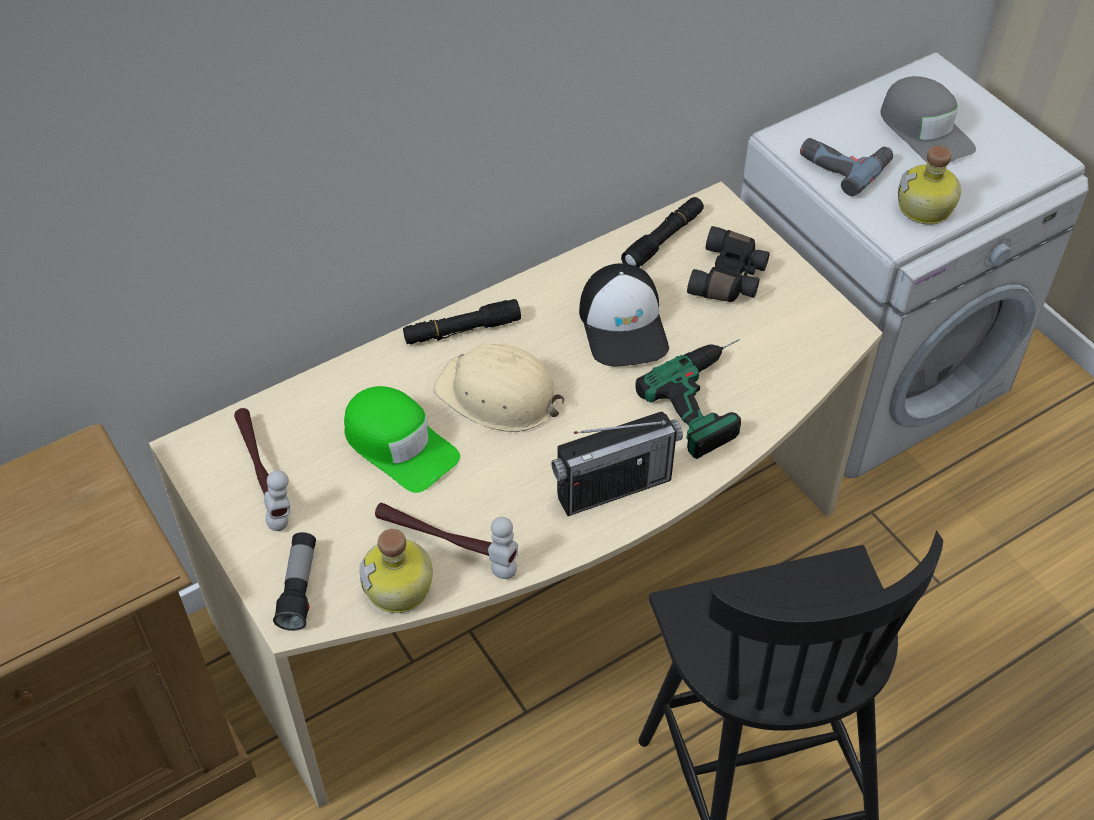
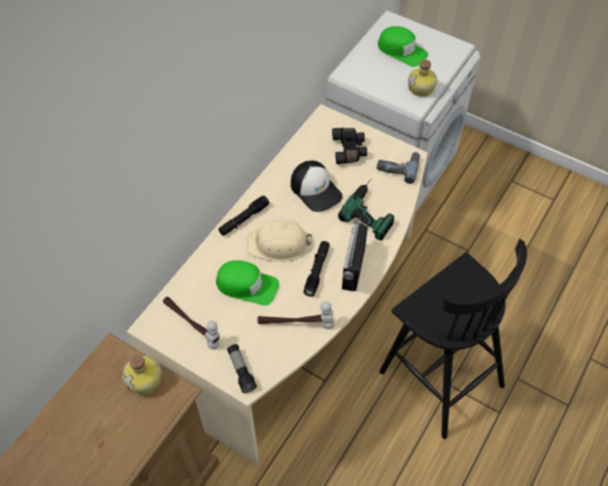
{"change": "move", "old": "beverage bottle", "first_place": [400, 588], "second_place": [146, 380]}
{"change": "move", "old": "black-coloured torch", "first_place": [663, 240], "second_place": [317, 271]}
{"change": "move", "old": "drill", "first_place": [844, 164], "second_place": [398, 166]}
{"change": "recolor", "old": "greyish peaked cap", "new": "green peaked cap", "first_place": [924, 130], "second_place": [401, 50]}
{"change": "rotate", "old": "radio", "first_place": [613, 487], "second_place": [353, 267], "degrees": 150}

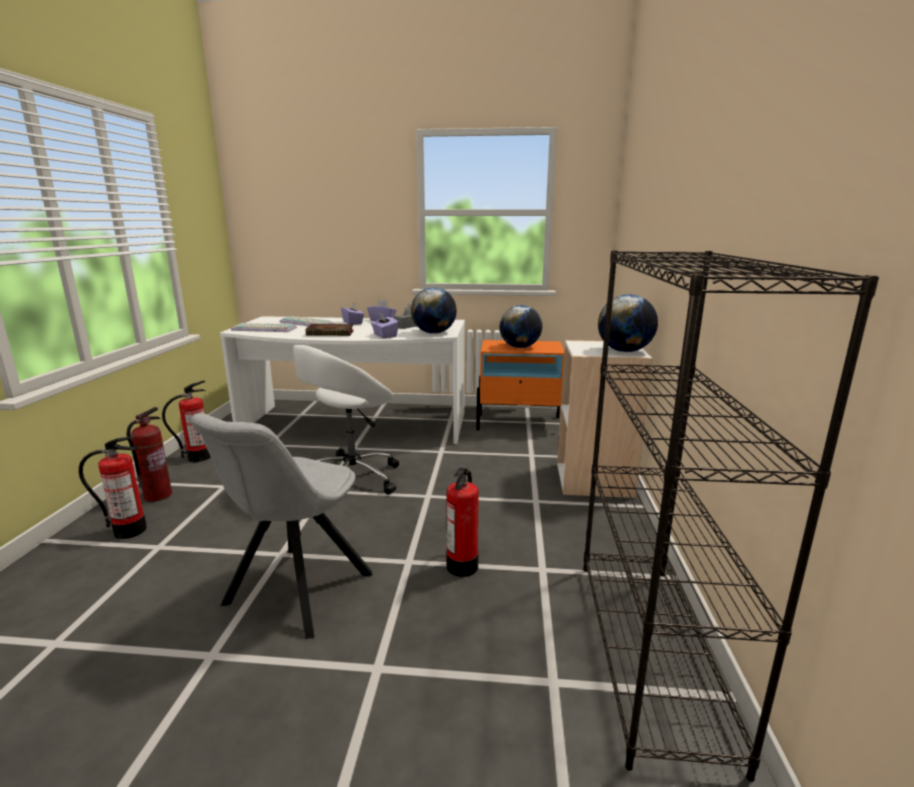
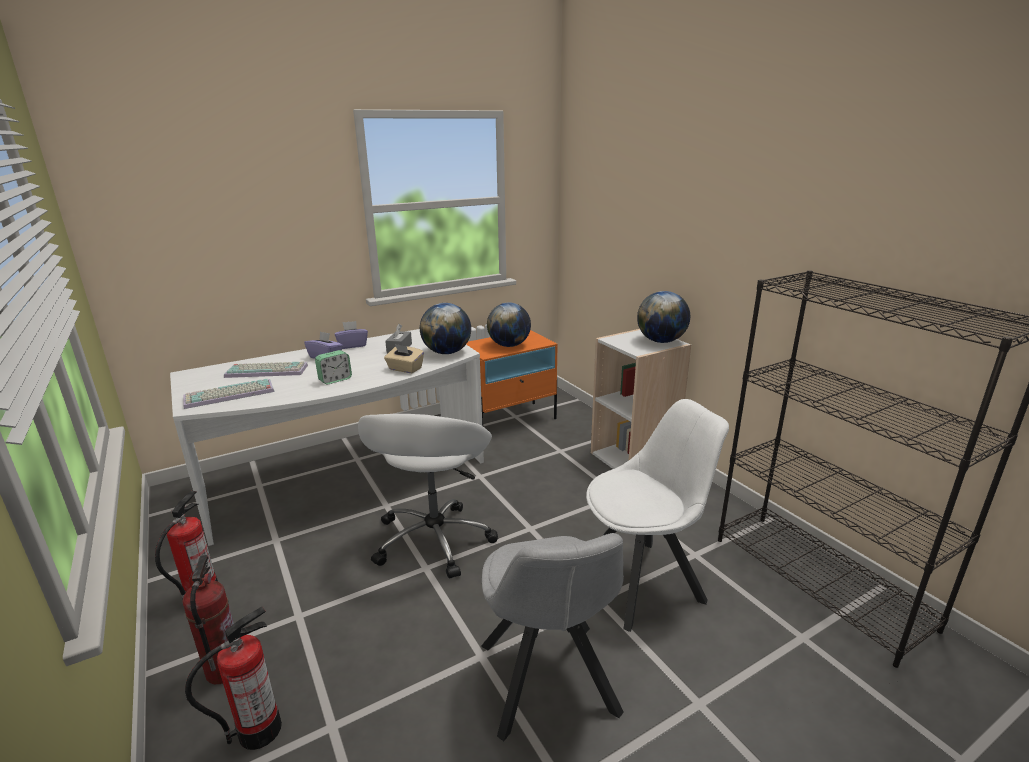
{"change": "replace", "old": "bound book", "new": "table clock", "first_place": [332, 333], "second_place": [335, 380]}
{"change": "replace", "old": "fire-fighting cylinder", "new": "white-coloured chair", "first_place": [462, 566], "second_place": [642, 581]}
{"change": "recolor", "old": "purple-coloured box of tissues", "new": "beige box of tissues", "first_place": [385, 336], "second_place": [405, 369]}

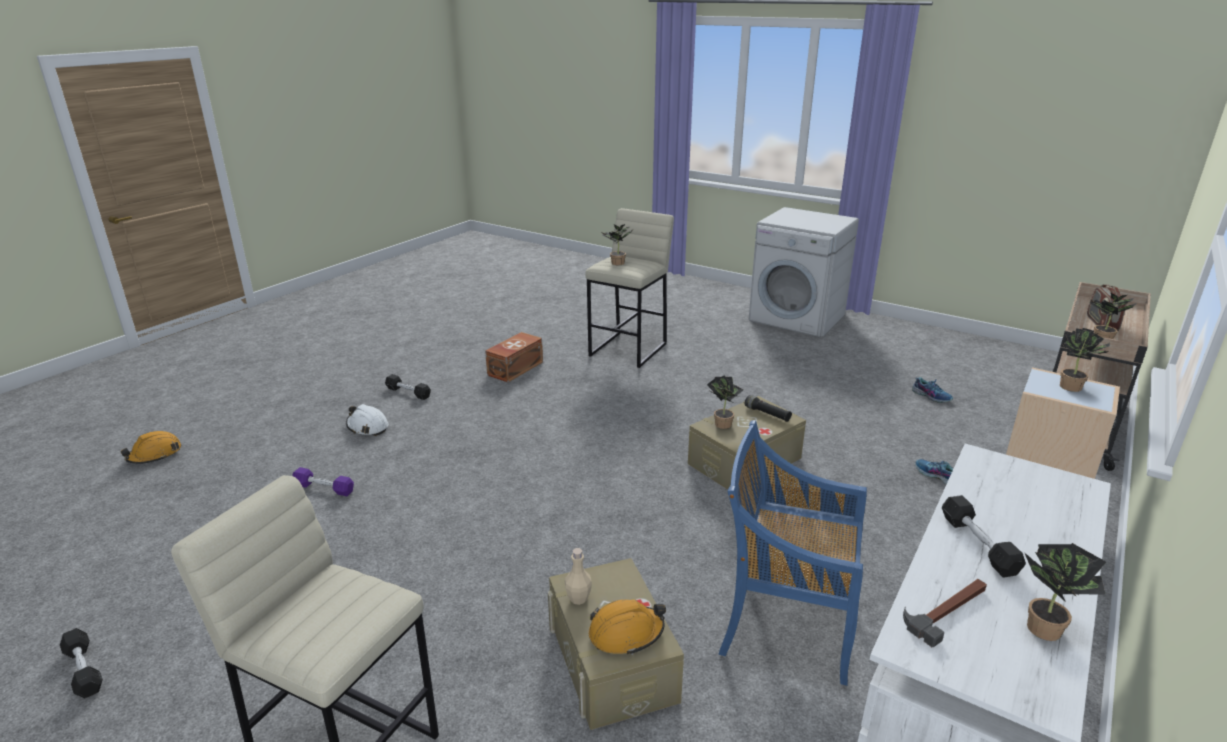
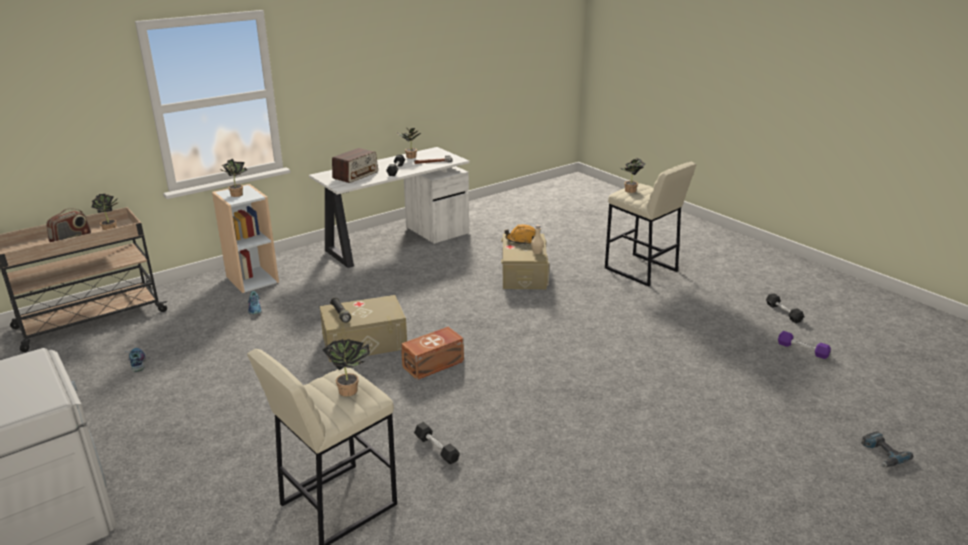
{"change": "delete", "old": "white-coloured work helmet", "first_place": [367, 427]}
{"change": "delete", "old": "blue-coloured chair", "first_place": [785, 623]}
{"change": "insert", "new": "radio", "second_place": [356, 175]}
{"change": "move", "old": "purple-coloured dumbbell", "first_place": [324, 488], "second_place": [802, 350]}
{"change": "move", "old": "black-coloured dumbbell", "first_place": [408, 392], "second_place": [436, 448]}
{"change": "move", "old": "brown storage bin", "first_place": [514, 368], "second_place": [434, 364]}
{"change": "move", "old": "potted plant", "first_place": [722, 423], "second_place": [630, 191]}
{"change": "replace", "old": "orange-coloured work helmet", "new": "drill", "first_place": [155, 455], "second_place": [881, 454]}

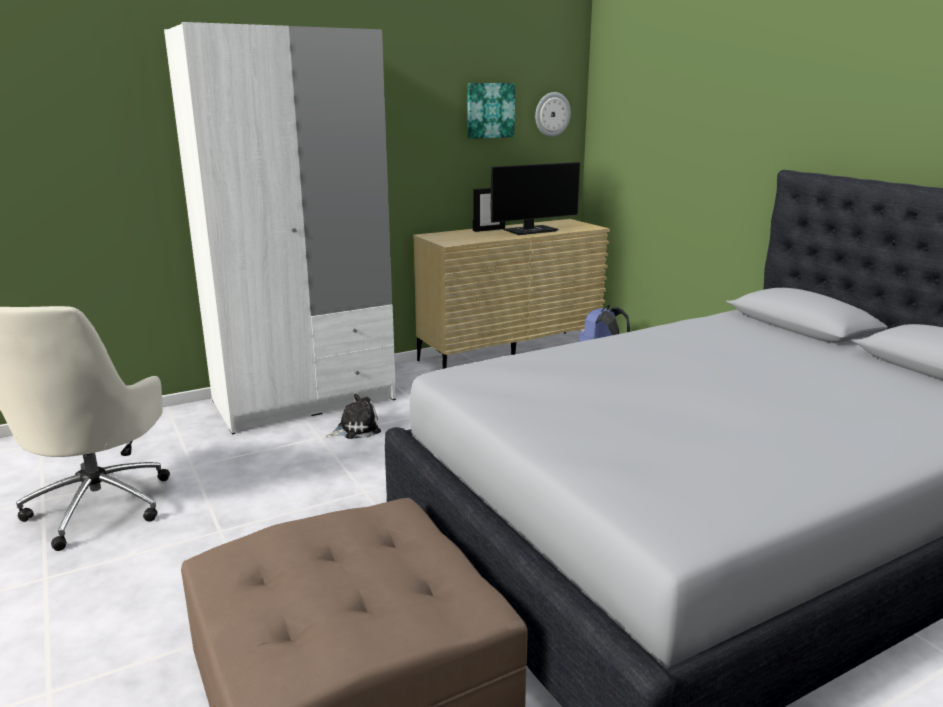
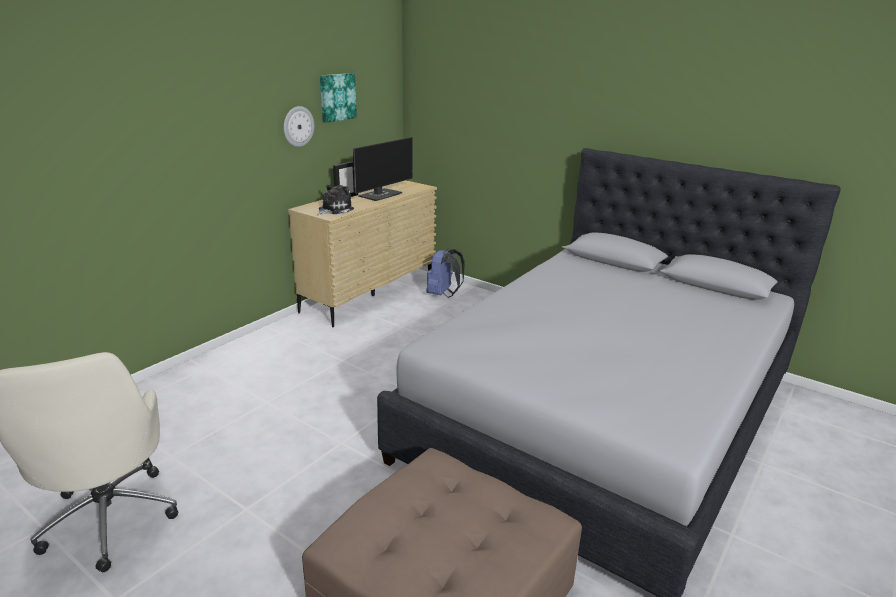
{"change": "delete", "old": "white-coloured clothes cupboard", "first_place": [304, 400]}
{"change": "move", "old": "plush toy", "first_place": [356, 429], "second_place": [334, 210]}
{"change": "move", "old": "clock on the wall", "first_place": [552, 114], "second_place": [298, 126]}

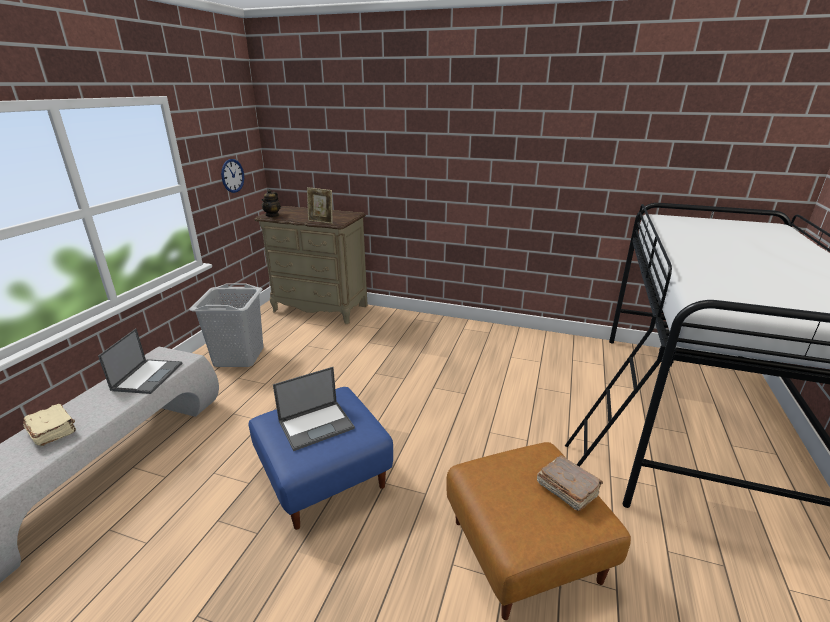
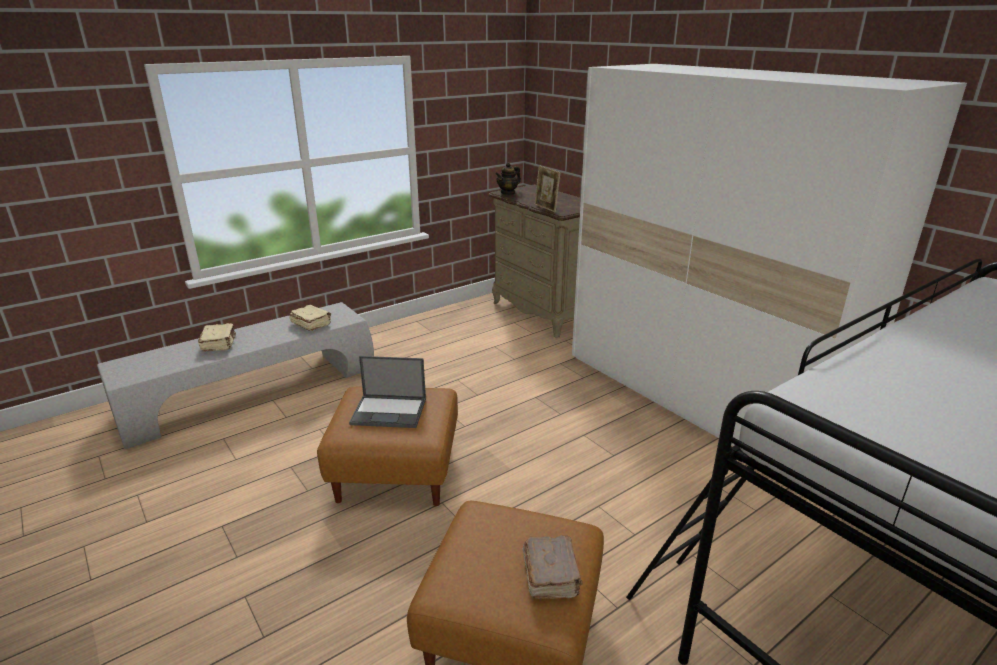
{"change": "delete", "old": "greyish washing basket", "first_place": [239, 356]}
{"change": "delete", "old": "clock on the wall", "first_place": [232, 175]}
{"change": "insert", "new": "white-coloured clothes cupboard", "second_place": [697, 397]}
{"change": "replace", "old": "laptop", "new": "beige bound book", "first_place": [148, 376], "second_place": [311, 324]}
{"change": "recolor", "old": "blue-coloured pouffe", "new": "brown pouffe", "first_place": [324, 476], "second_place": [397, 471]}

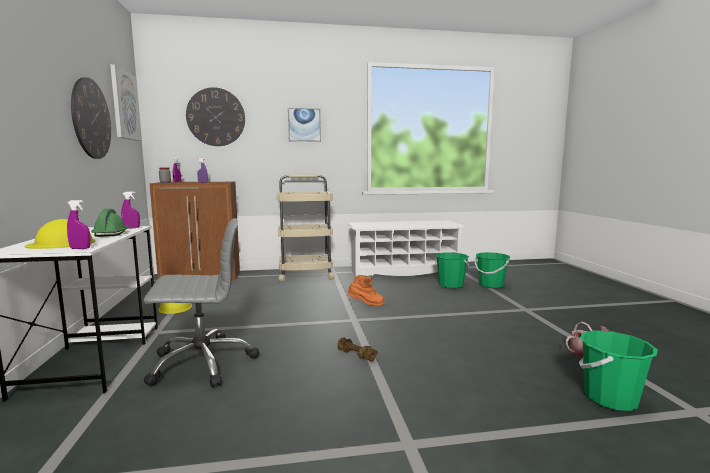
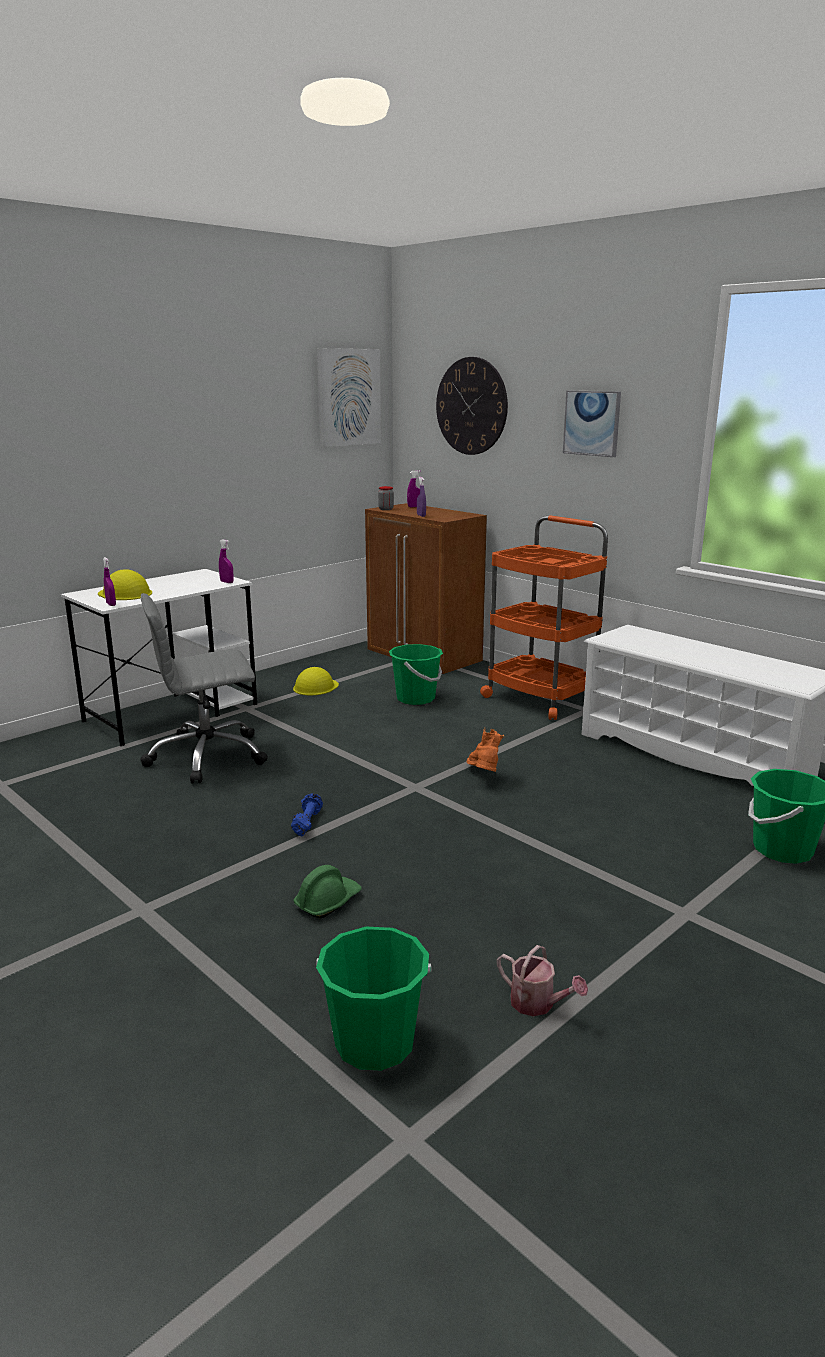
{"change": "delete", "old": "clock on the wall", "first_place": [91, 119]}
{"change": "move", "old": "green work helmet", "first_place": [112, 233], "second_place": [328, 902]}
{"change": "move", "old": "green pail", "first_place": [451, 285], "second_place": [415, 698]}
{"change": "recolor", "old": "beige cart", "new": "orange-coloured cart", "first_place": [305, 275], "second_place": [540, 698]}
{"change": "recolor", "old": "brown dumbbell", "new": "blue-coloured dumbbell", "first_place": [355, 356], "second_place": [306, 823]}
{"change": "rotate", "old": "greyish office chair", "first_place": [203, 363], "second_place": [206, 756], "degrees": 120}
{"change": "rotate", "old": "orange-coloured boot", "first_place": [366, 305], "second_place": [483, 776], "degrees": -150}

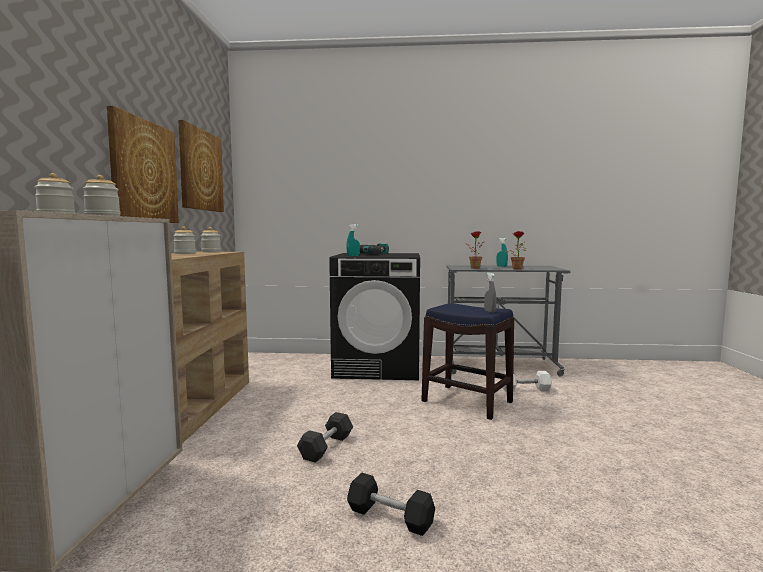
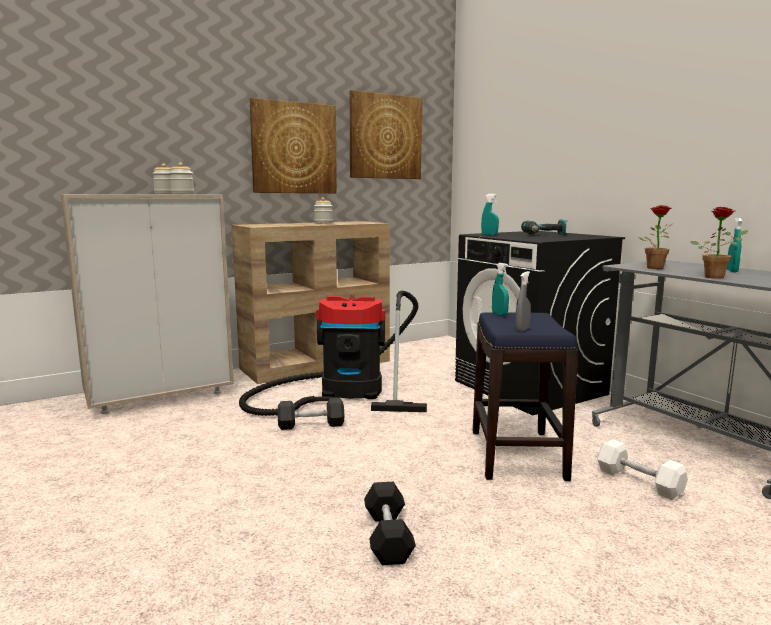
{"change": "delete", "old": "jar", "first_place": [211, 252]}
{"change": "insert", "new": "vacuum", "second_place": [344, 392]}
{"change": "insert", "new": "turquoise hand sprayer", "second_place": [499, 314]}
{"change": "move", "old": "black-coloured dumbbell", "first_place": [390, 517], "second_place": [388, 536]}

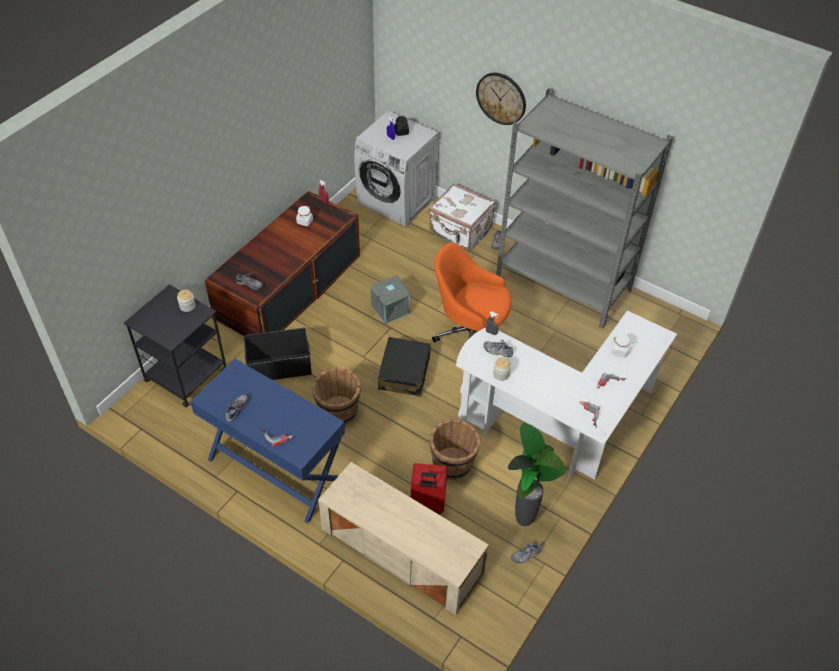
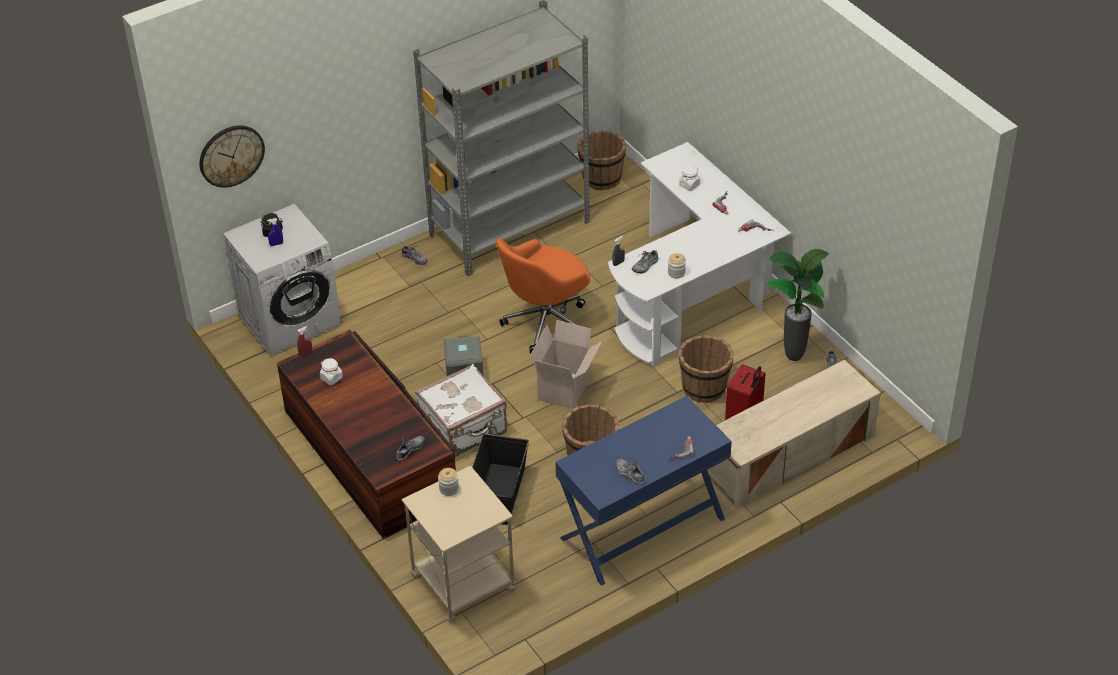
{"change": "insert", "new": "brown pail", "second_place": [601, 178]}
{"change": "move", "old": "white-coloured suitcase", "first_place": [460, 231], "second_place": [464, 430]}
{"change": "move", "old": "clock on the wall", "first_place": [501, 98], "second_place": [231, 155]}
{"change": "replace", "old": "black-coloured suitcase", "new": "cardboard box", "first_place": [404, 373], "second_place": [565, 390]}
{"change": "recolor", "old": "black-coloured cart", "new": "beige cart", "first_place": [186, 374], "second_place": [462, 581]}

